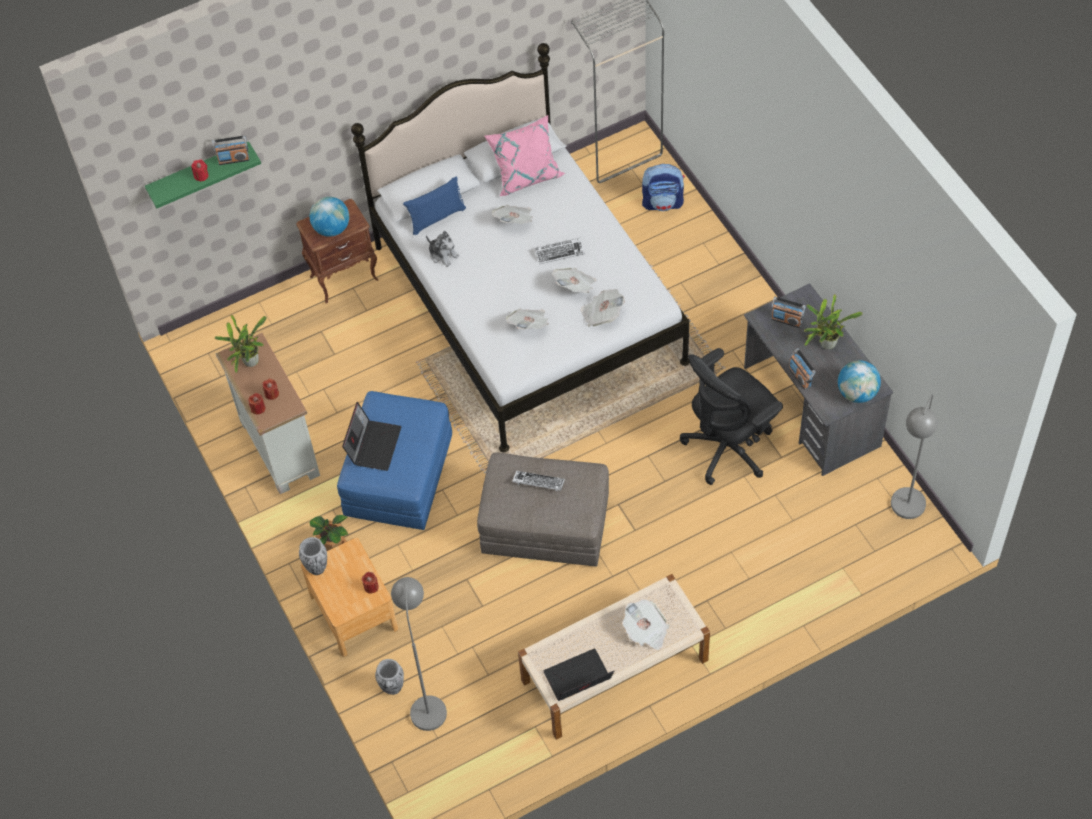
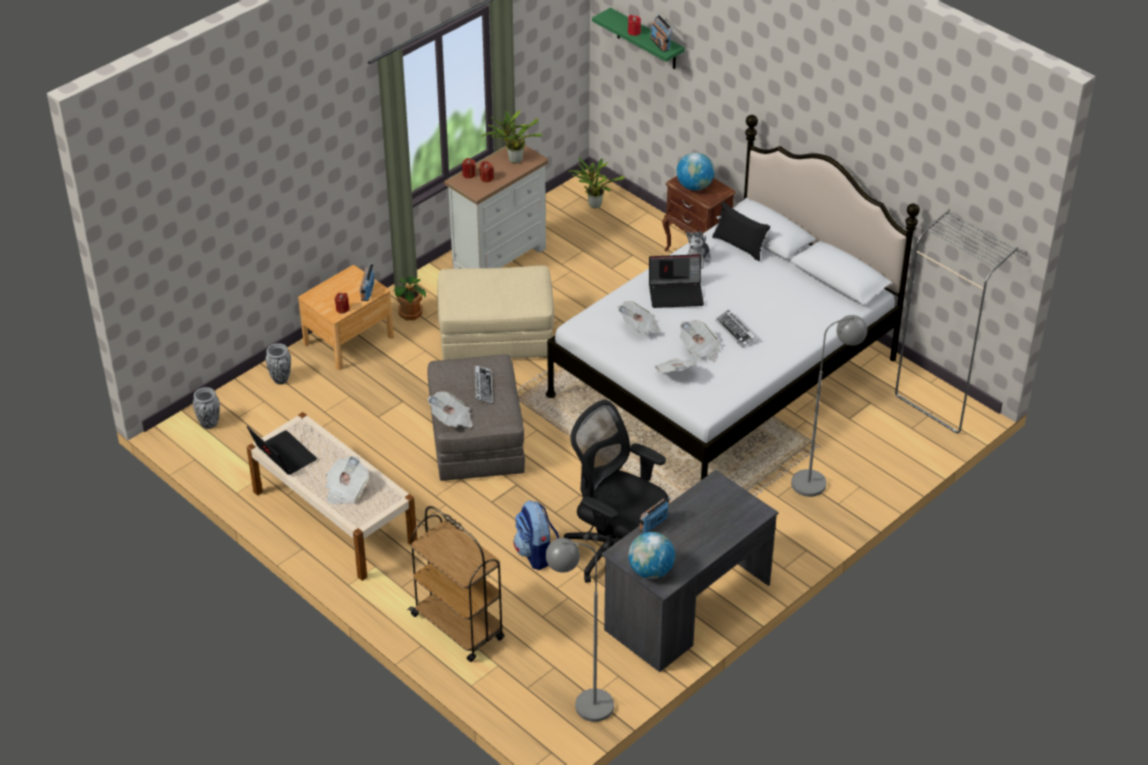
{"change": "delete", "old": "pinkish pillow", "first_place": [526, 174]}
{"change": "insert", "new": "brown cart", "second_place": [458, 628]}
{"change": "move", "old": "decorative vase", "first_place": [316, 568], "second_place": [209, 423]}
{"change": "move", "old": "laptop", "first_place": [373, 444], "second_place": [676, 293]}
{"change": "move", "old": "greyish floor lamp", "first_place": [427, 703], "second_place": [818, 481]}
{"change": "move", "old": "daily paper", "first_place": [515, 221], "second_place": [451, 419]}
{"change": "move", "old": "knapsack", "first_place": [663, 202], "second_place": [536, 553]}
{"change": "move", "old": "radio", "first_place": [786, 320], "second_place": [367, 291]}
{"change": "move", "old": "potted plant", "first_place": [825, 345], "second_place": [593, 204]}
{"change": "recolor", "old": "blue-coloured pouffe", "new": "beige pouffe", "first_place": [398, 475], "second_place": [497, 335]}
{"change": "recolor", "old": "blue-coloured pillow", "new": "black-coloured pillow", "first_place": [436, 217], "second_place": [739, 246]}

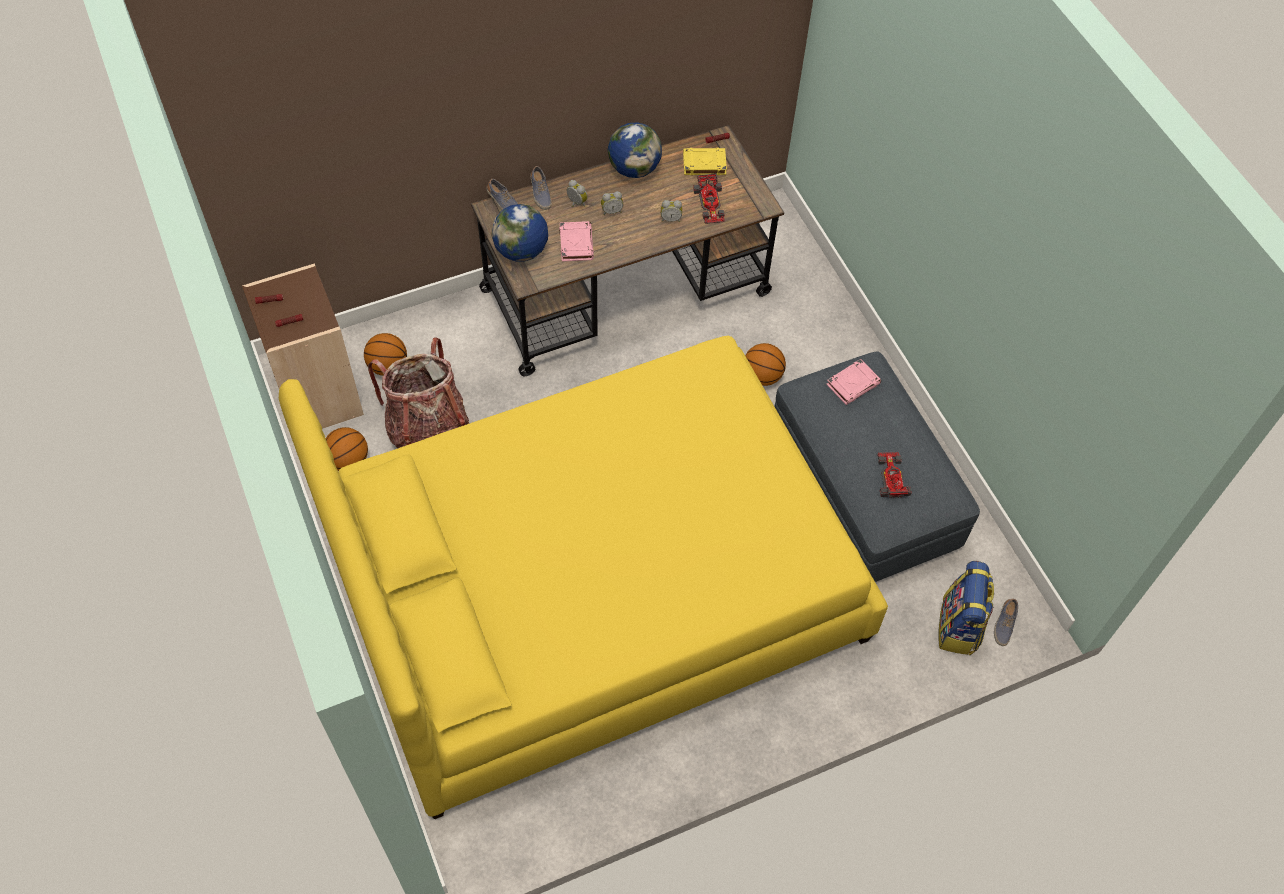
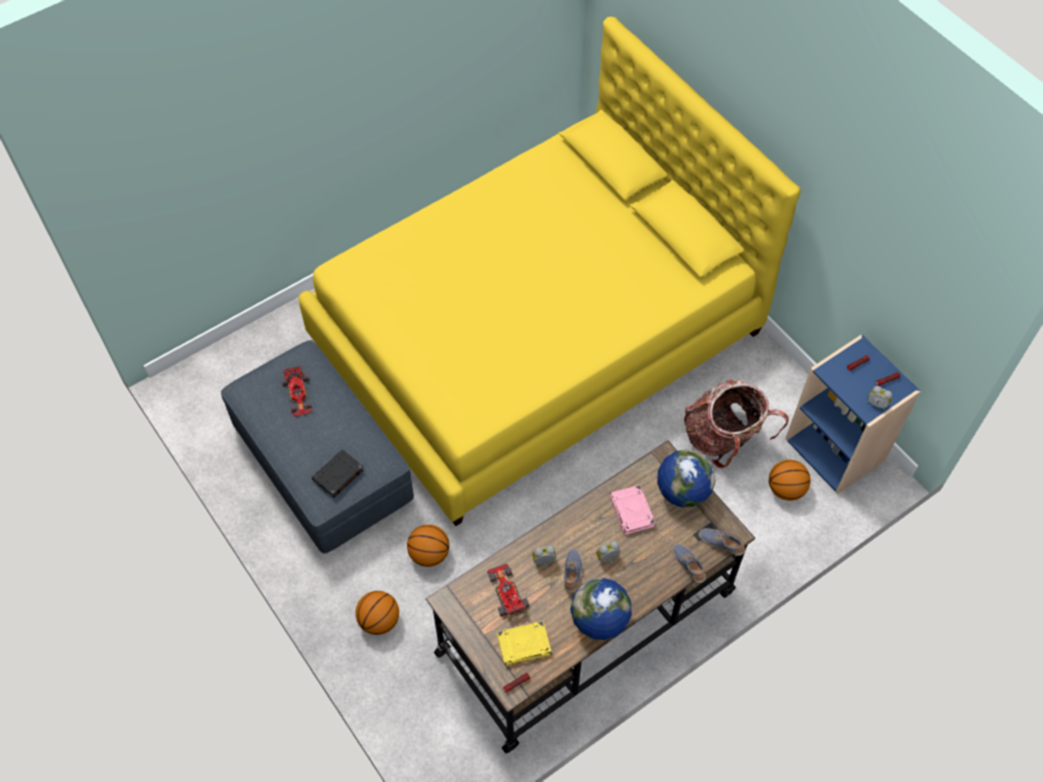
{"change": "delete", "old": "knapsack", "first_place": [959, 627]}
{"change": "move", "old": "ball for basketball", "first_place": [349, 461], "second_place": [379, 620]}
{"change": "move", "old": "table clock", "first_place": [576, 203], "second_place": [877, 403]}
{"change": "move", "old": "low shoe", "first_place": [1004, 624], "second_place": [572, 573]}
{"change": "recolor", "old": "brown shelving unit", "new": "blue-coloured shelving unit", "first_place": [316, 393], "second_place": [836, 450]}
{"change": "recolor", "old": "pinkish bound book", "new": "black-coloured bound book", "first_place": [853, 384], "second_place": [338, 475]}

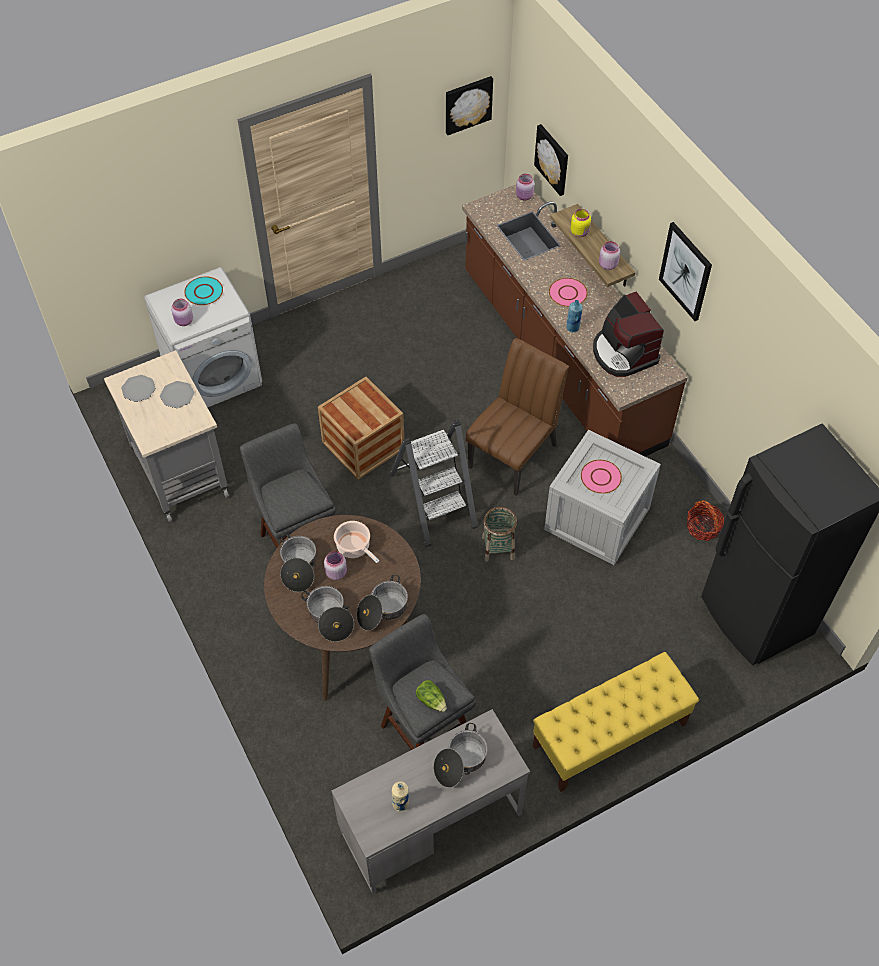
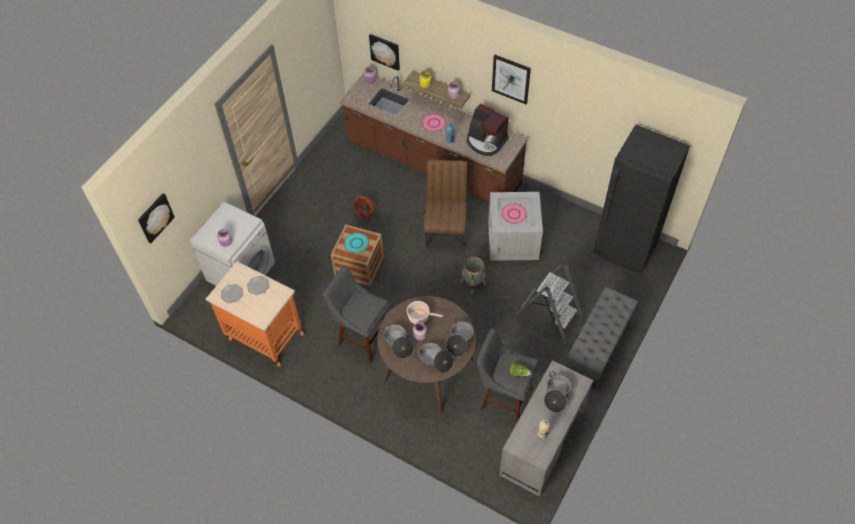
{"change": "move", "old": "turquoise flat dish", "first_place": [203, 292], "second_place": [356, 243]}
{"change": "move", "old": "greyish step stool", "first_place": [432, 499], "second_place": [547, 317]}
{"change": "move", "old": "wall art", "first_place": [467, 104], "second_place": [155, 217]}
{"change": "move", "old": "basket", "first_place": [703, 527], "second_place": [364, 211]}
{"change": "recolor", "old": "greyish cart", "new": "orange-coloured cart", "first_place": [180, 473], "second_place": [264, 336]}
{"change": "recolor", "old": "yellow bench", "new": "greyish bench", "first_place": [609, 736], "second_place": [597, 347]}

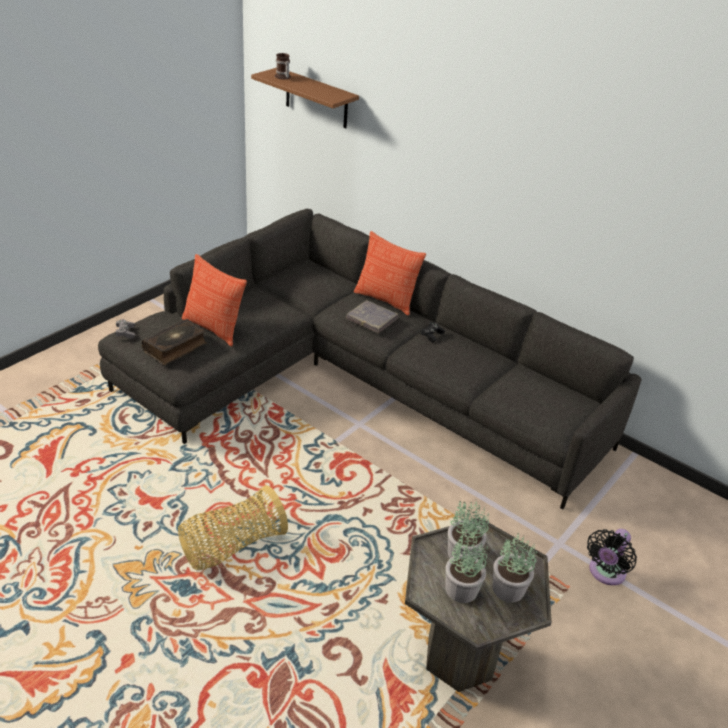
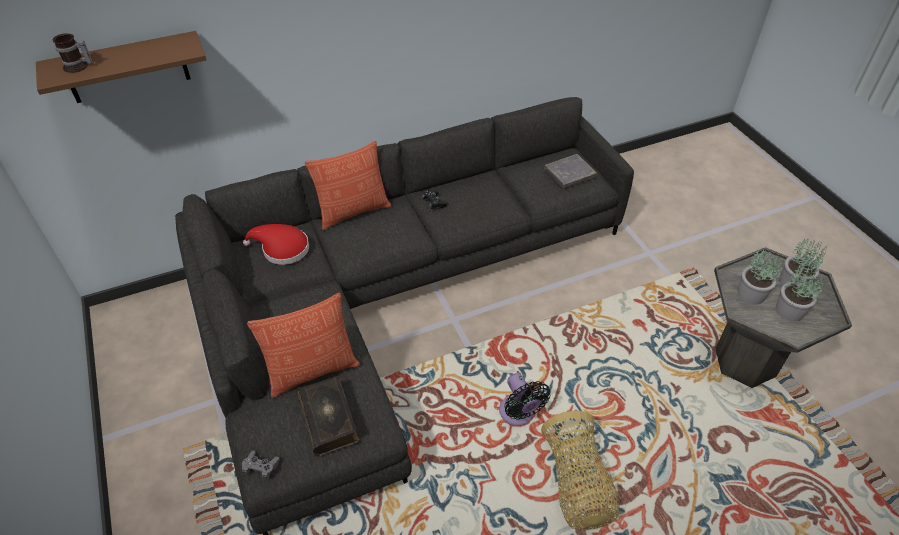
{"change": "insert", "new": "red clothing hat", "second_place": [282, 249]}
{"change": "move", "old": "greyish bound book", "first_place": [371, 319], "second_place": [569, 174]}
{"change": "move", "old": "black-coloured cooling fan", "first_place": [605, 573], "second_place": [518, 414]}

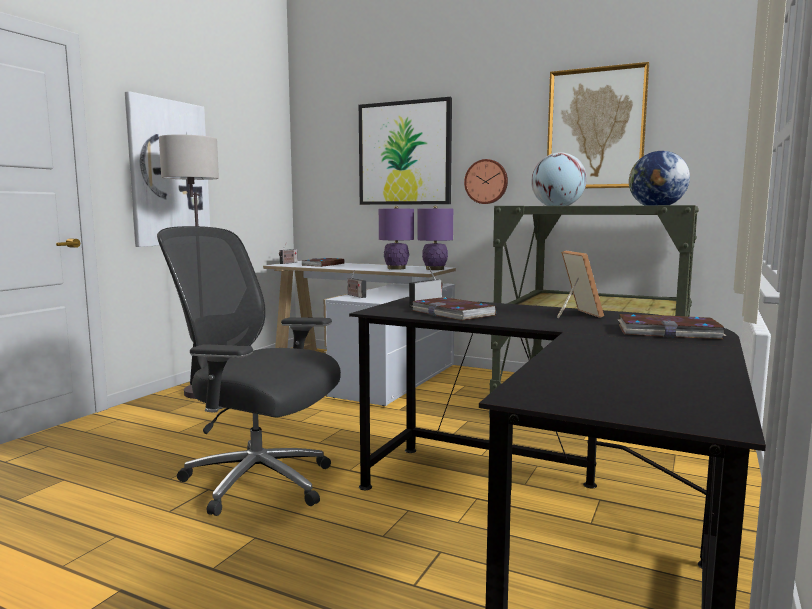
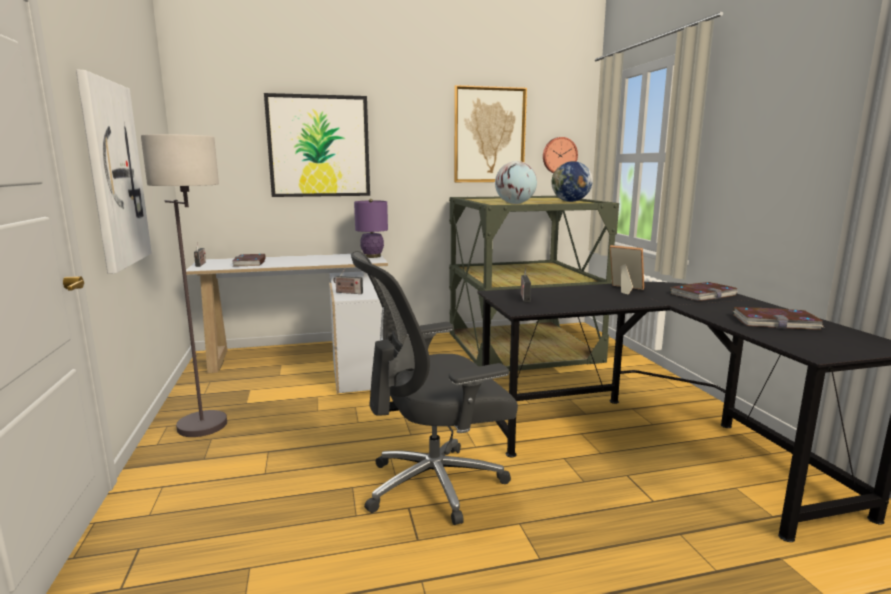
{"change": "delete", "old": "purple-coloured tabletop lamp", "first_place": [396, 268]}
{"change": "move", "old": "bound book", "first_place": [453, 313], "second_place": [775, 322]}
{"change": "move", "old": "clock on the wall", "first_place": [486, 181], "second_place": [559, 155]}

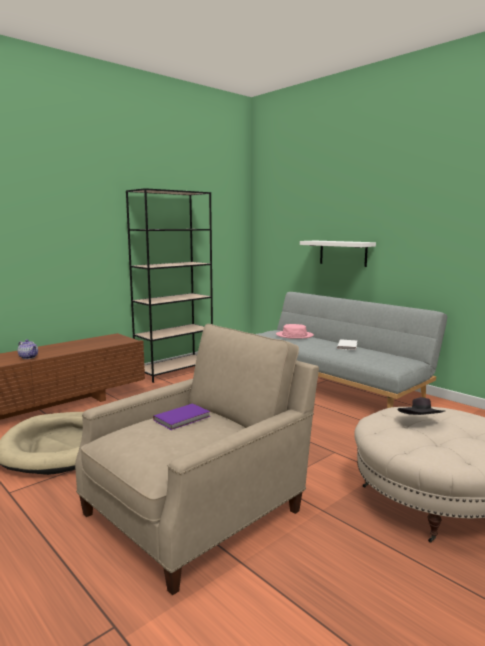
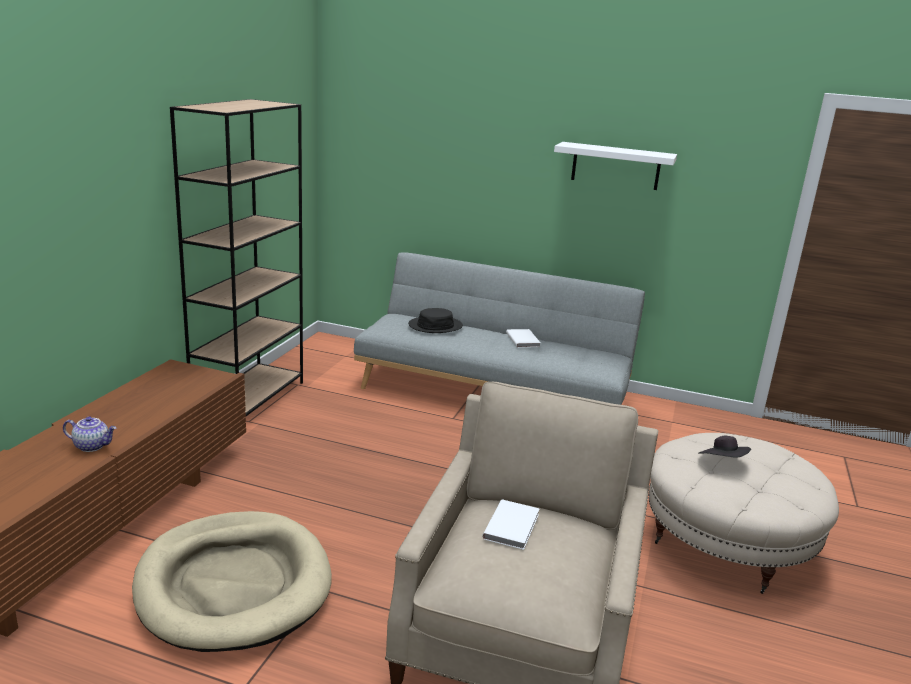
{"change": "move", "old": "white-coloured bracket shelf", "first_place": [343, 253], "second_place": [615, 166]}
{"change": "recolor", "old": "purple-coloured bound book", "new": "white-coloured bound book", "first_place": [183, 418], "second_place": [513, 526]}
{"change": "recolor", "old": "pinkish clothing hat", "new": "black-coloured clothing hat", "first_place": [294, 335], "second_place": [435, 326]}

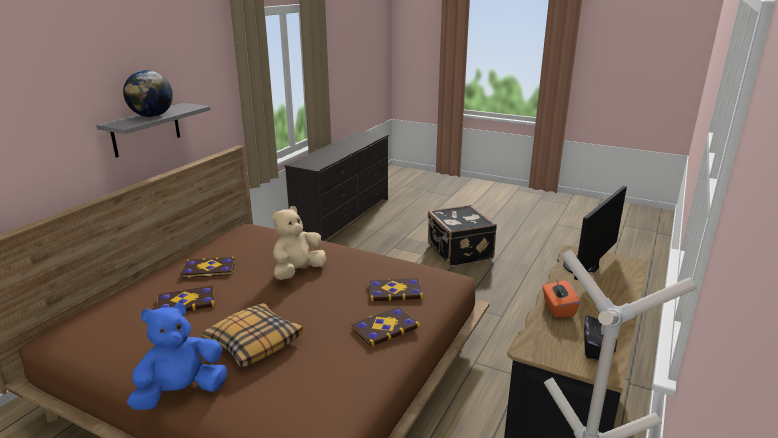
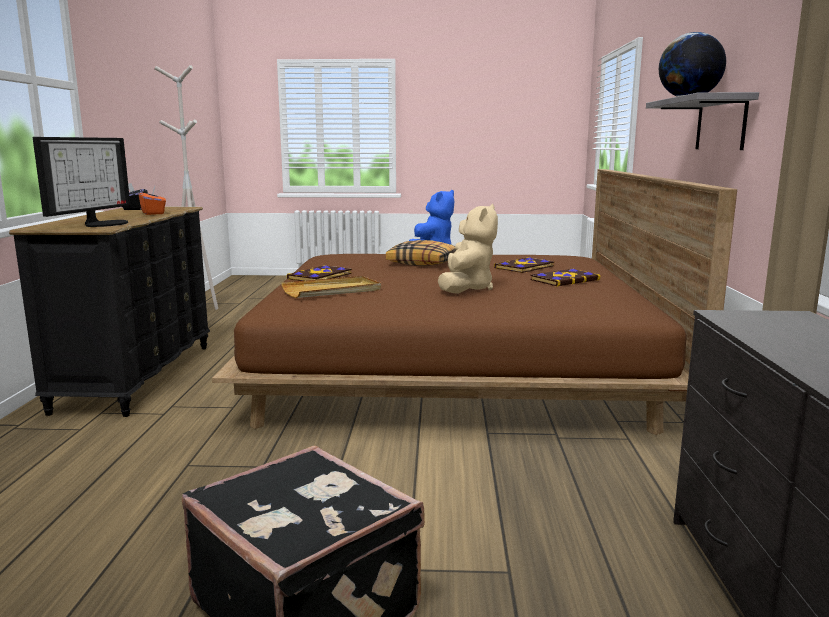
{"change": "replace", "old": "bound book", "new": "beige tray", "first_place": [395, 291], "second_place": [332, 291]}

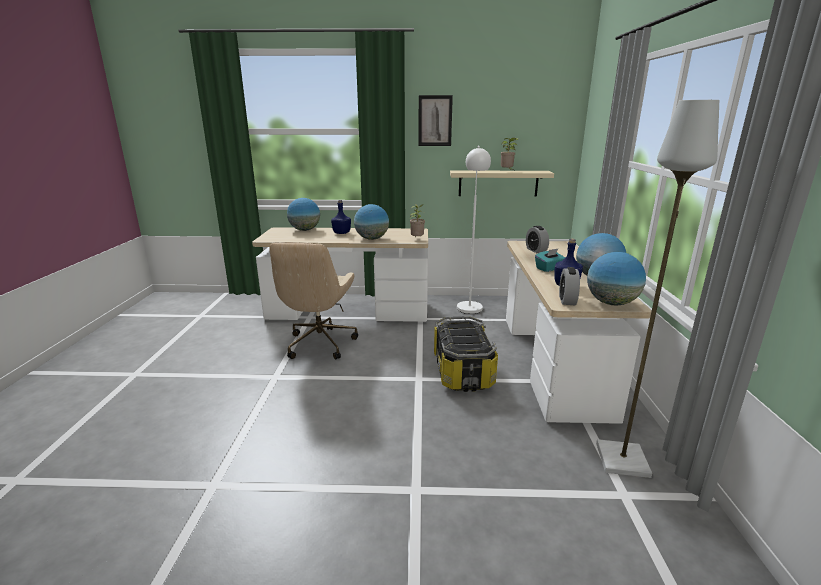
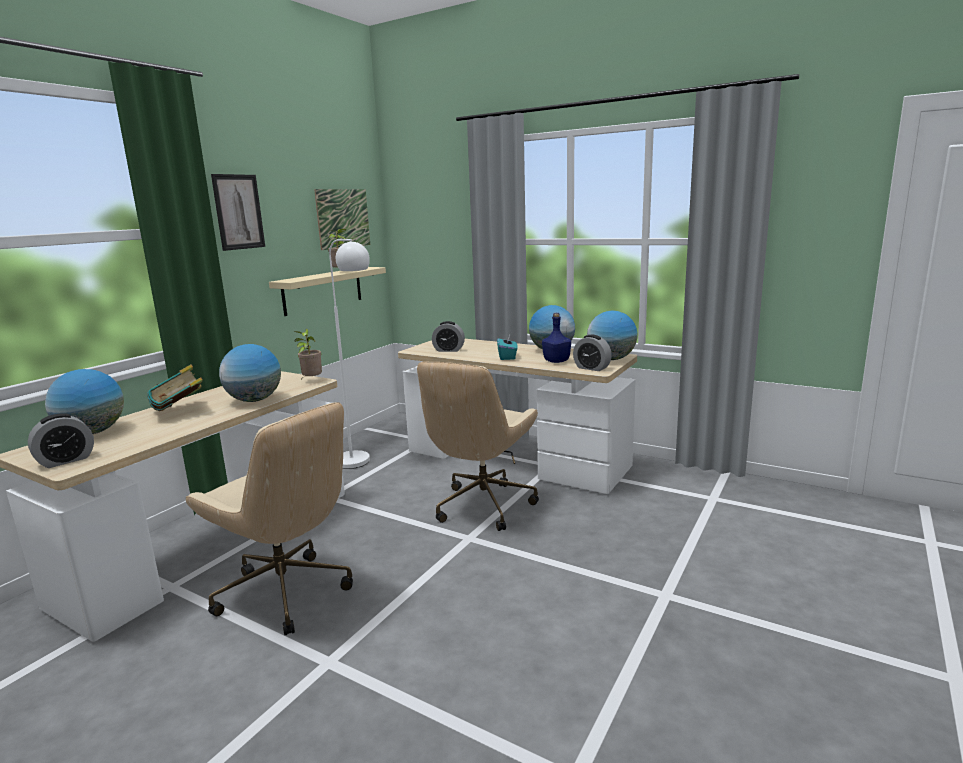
{"change": "delete", "old": "greyish floor lamp", "first_place": [623, 460]}
{"change": "insert", "new": "table clock", "second_place": [66, 460]}
{"change": "insert", "new": "wall art", "second_place": [343, 218]}
{"change": "replace", "old": "blue-coloured beverage bottle", "new": "bound book", "first_place": [342, 233], "second_place": [180, 412]}
{"change": "replace", "old": "storage bin", "new": "beige office chair", "first_place": [462, 371], "second_place": [482, 508]}

